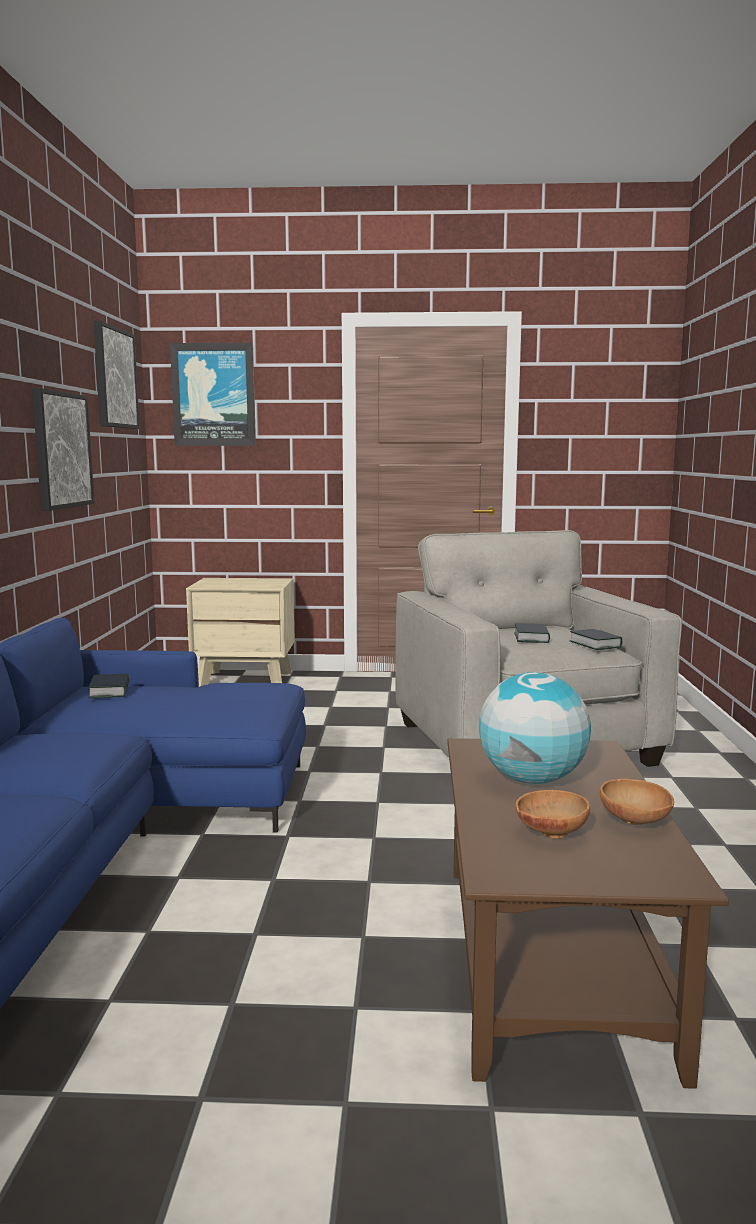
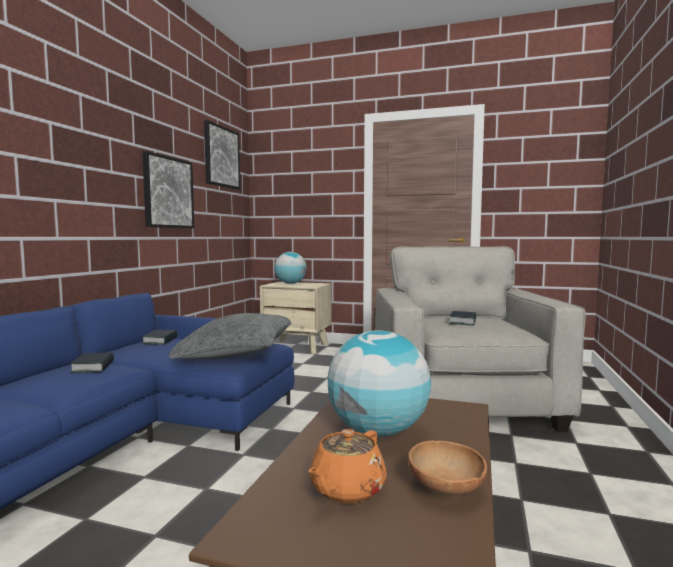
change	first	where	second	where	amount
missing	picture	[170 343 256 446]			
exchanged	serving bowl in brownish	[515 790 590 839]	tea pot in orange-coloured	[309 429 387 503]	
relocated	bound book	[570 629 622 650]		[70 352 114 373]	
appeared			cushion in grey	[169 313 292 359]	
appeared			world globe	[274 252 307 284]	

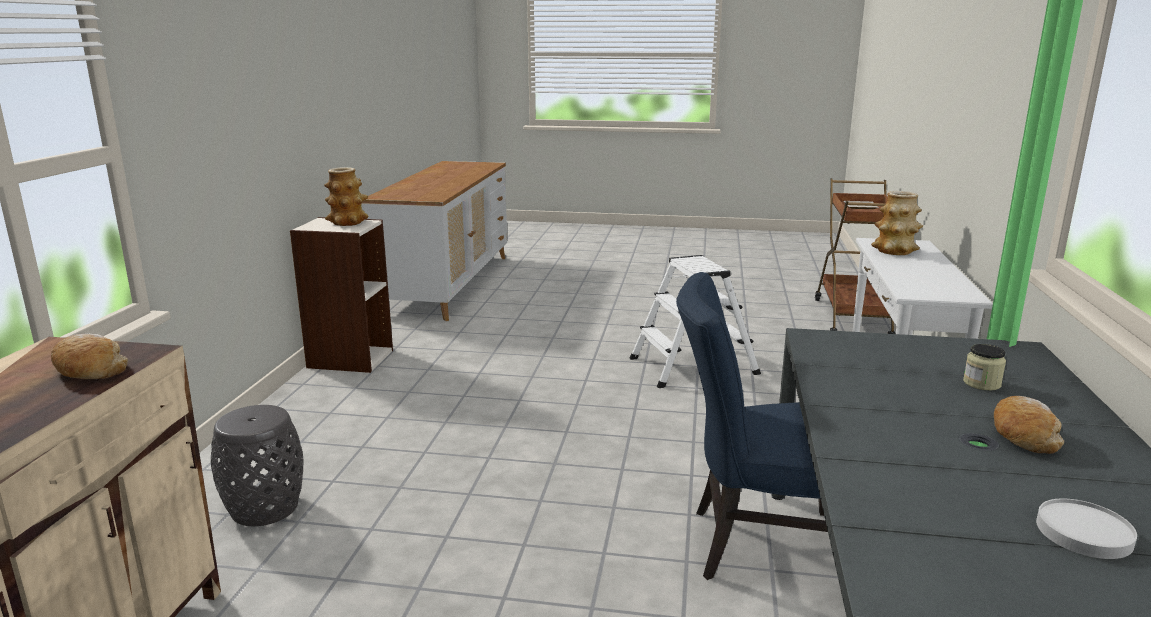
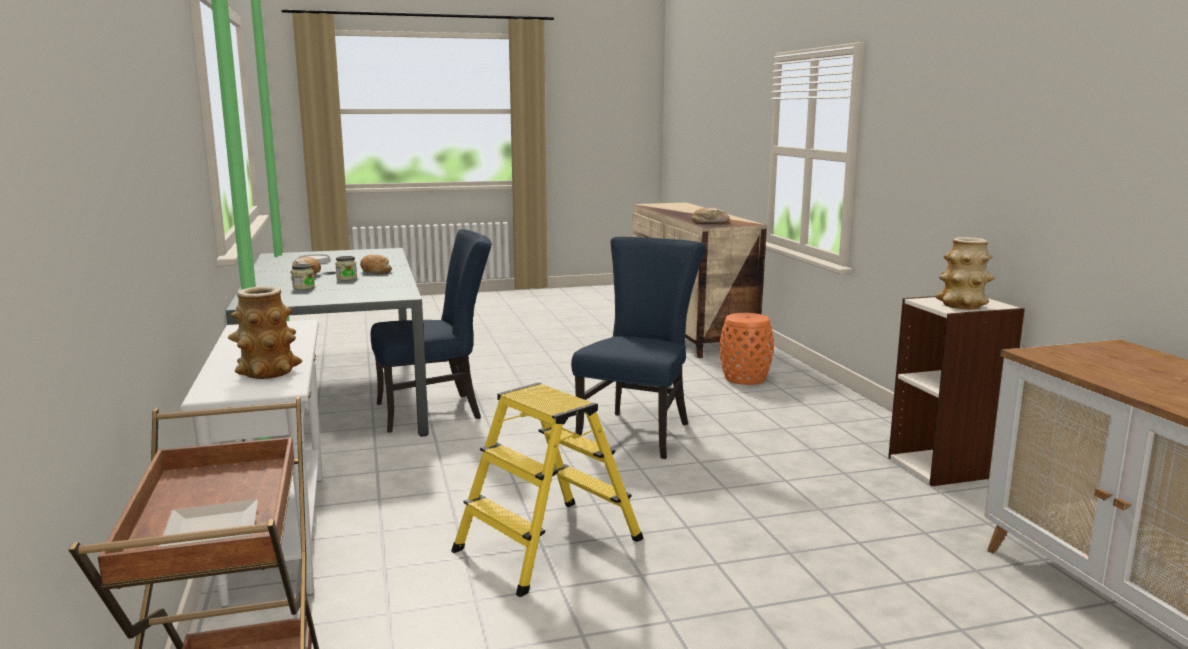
change	first	where	second	where	amount
colour	stool seat in grey	[211 405 303 526]	stool seat in orange-coloured	[719 313 774 385]	
colour	stepladder in white-coloured	[629 255 761 388]	stepladder in yellow-coloured	[451 382 644 597]	
appeared			jar	[335 256 357 280]	
appeared			bread	[360 254 392 274]	
appeared			upright chair in blue-coloured	[571 237 705 459]	

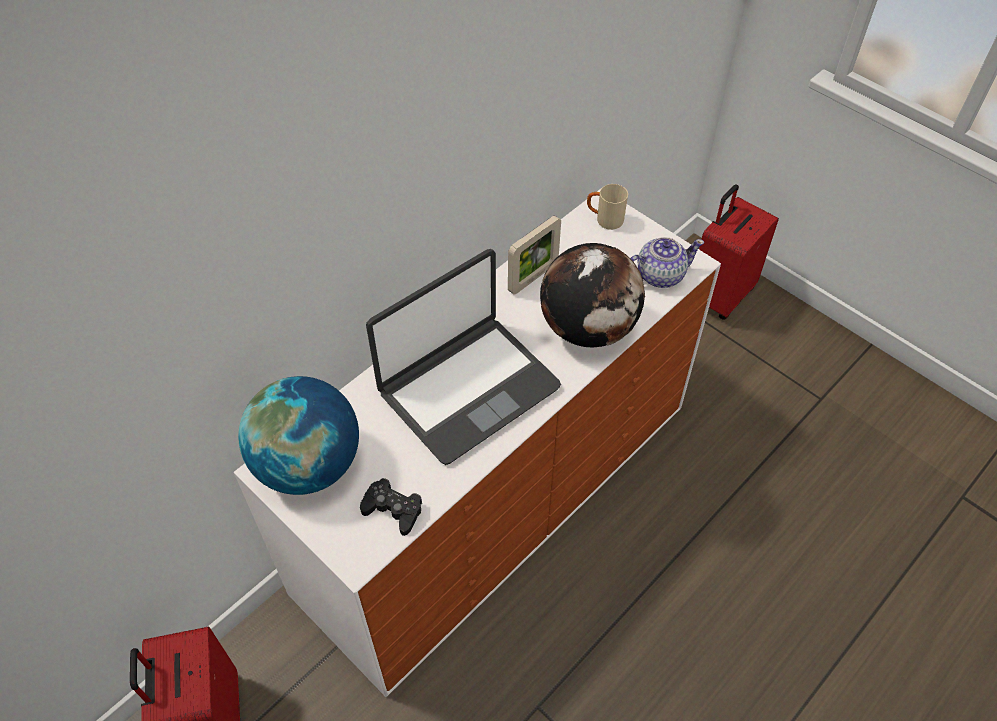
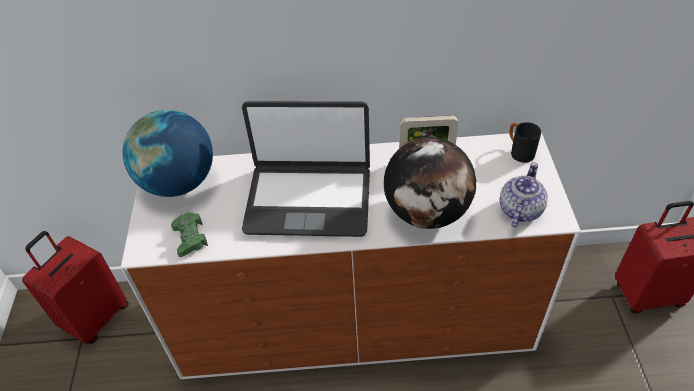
change	first	where	second	where	amount
colour	game controller in black-coloured	[360 478 422 536]	game controller in green-coloured	[171 212 208 257]	
colour	tea mug in beige	[587 184 628 230]	tea mug in black-coloured	[509 122 541 163]	
spun	tea pot	[630 237 704 288]		[500 162 548 227]	90 degrees counterclockwise

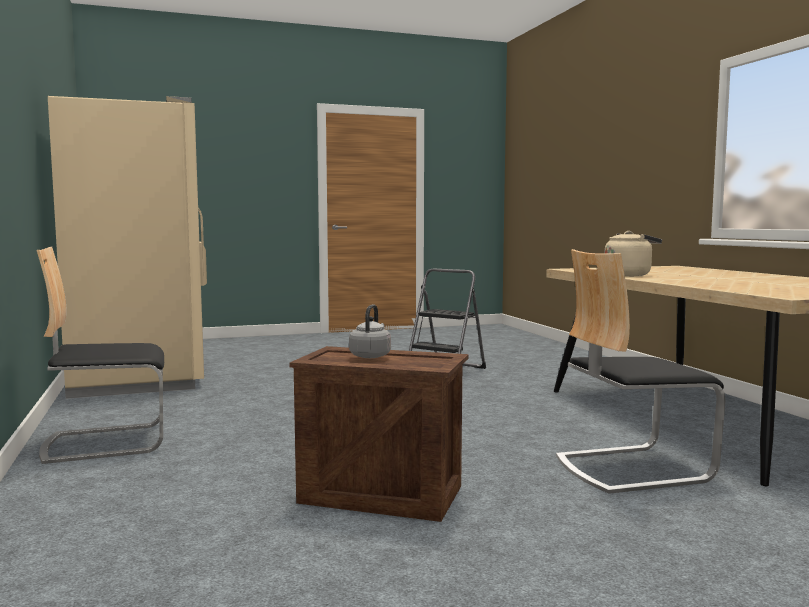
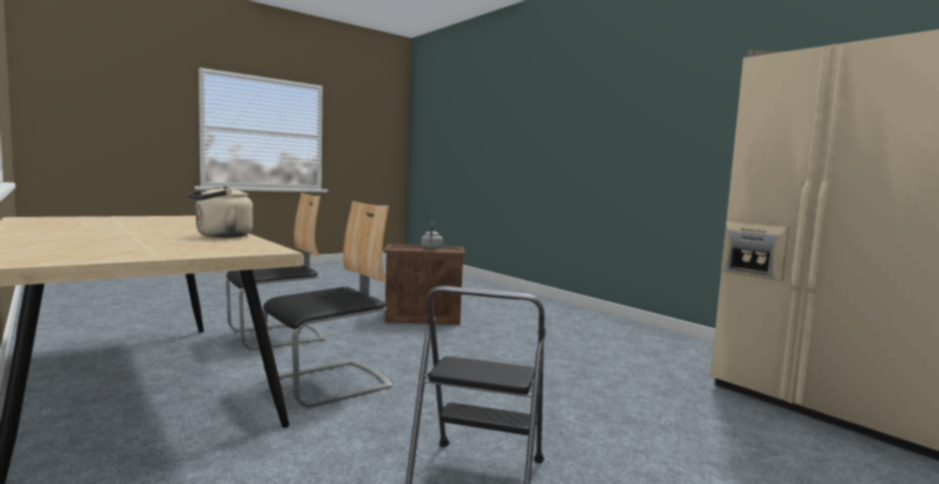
change	first	where	second	where	amount
relocated	upright chair	[37 247 164 464]		[263 201 392 408]	

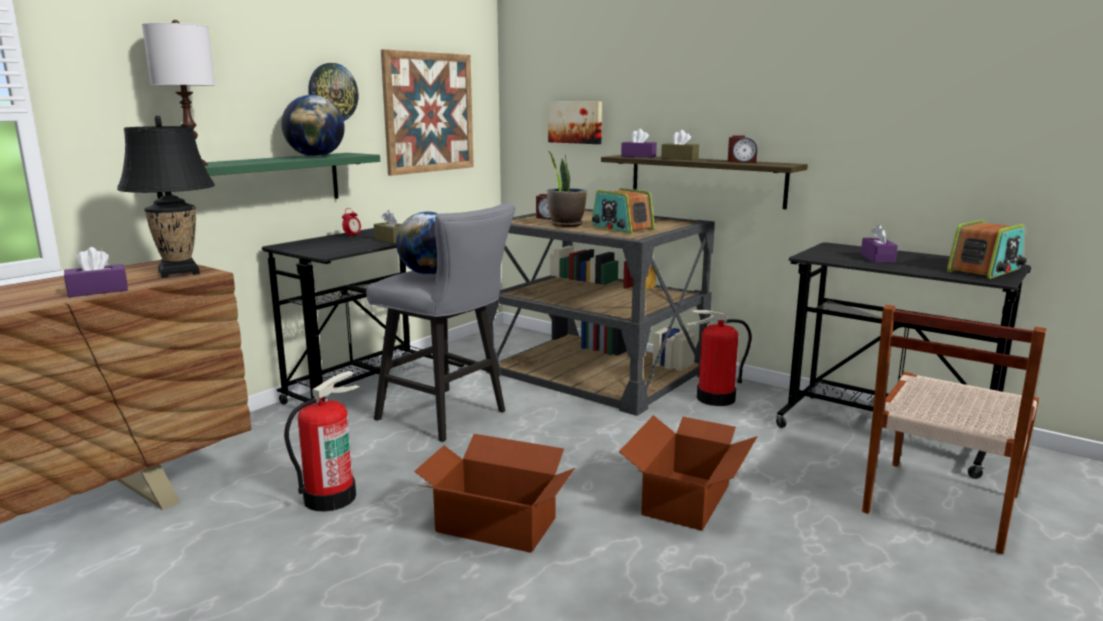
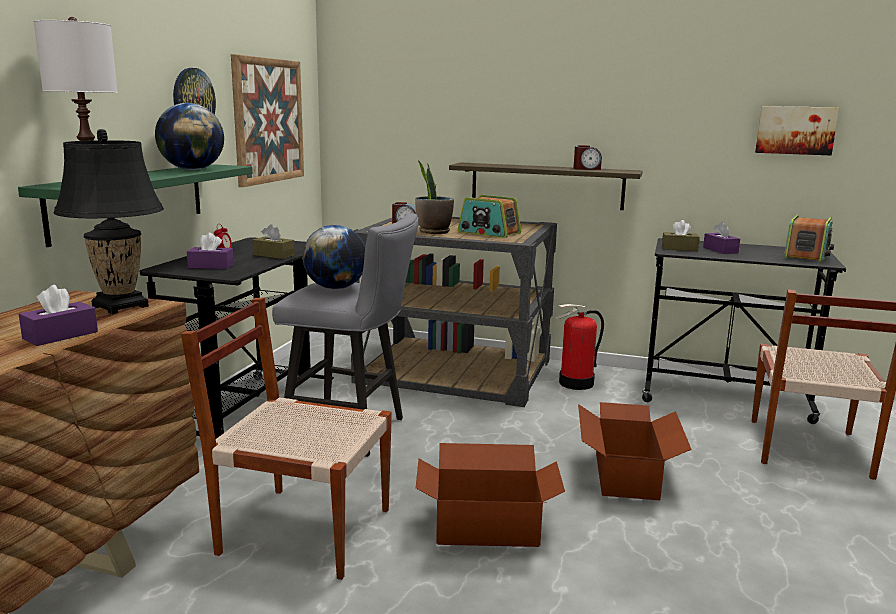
change	first	where	second	where	amount
exchanged	fire extinguisher	[284 371 360 512]	upright chair	[181 298 391 580]	
relocated	picture	[548 101 602 144]		[755 106 839 156]	
relocated	tissue box in purple-coloured	[621 129 657 158]		[187 233 234 269]	
relocated	tissue box in brownish	[661 130 699 160]		[662 220 700 251]	

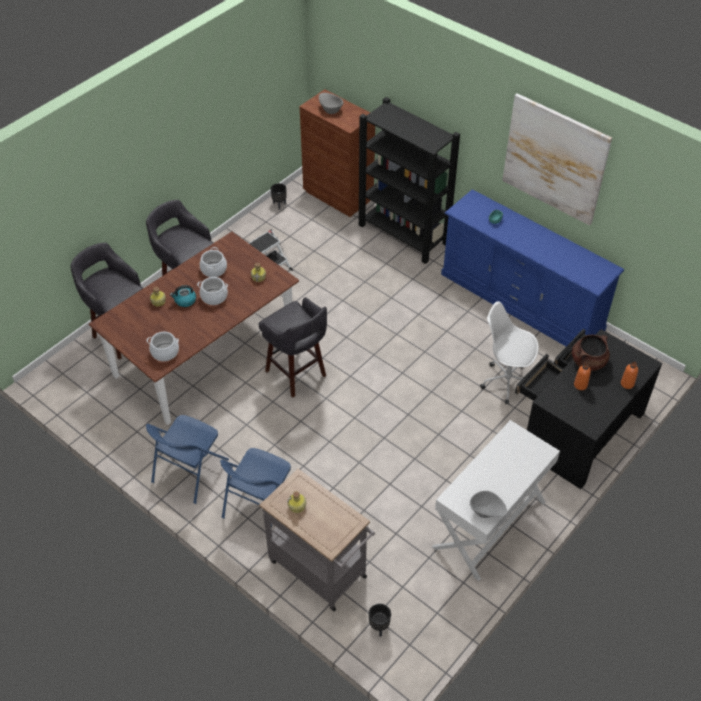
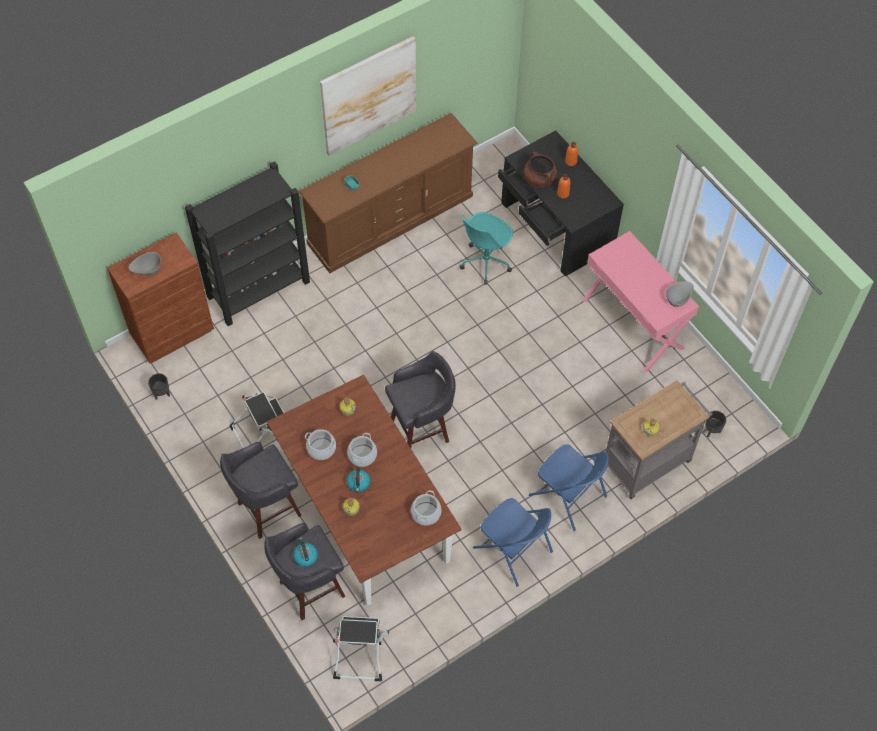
change	first	where	second	where	amount
colour	hall table in white-coloured	[432 420 560 581]	hall table in pink-coloured	[582 231 699 372]	
colour	storage cabinet in blue-coloured	[441 189 624 346]	storage cabinet in brownish	[299 113 477 273]	
colour	office chair in white-coloured	[480 301 539 404]	office chair in turquoise-coloured	[459 212 513 284]	
appeared			kettle	[293 537 318 567]	
appeared			stepladder	[333 616 389 681]	

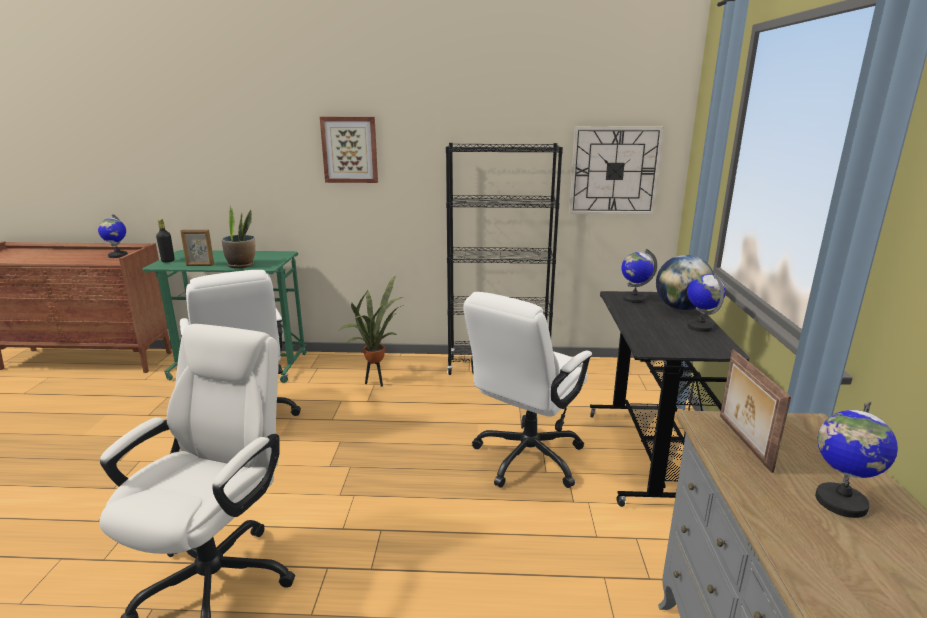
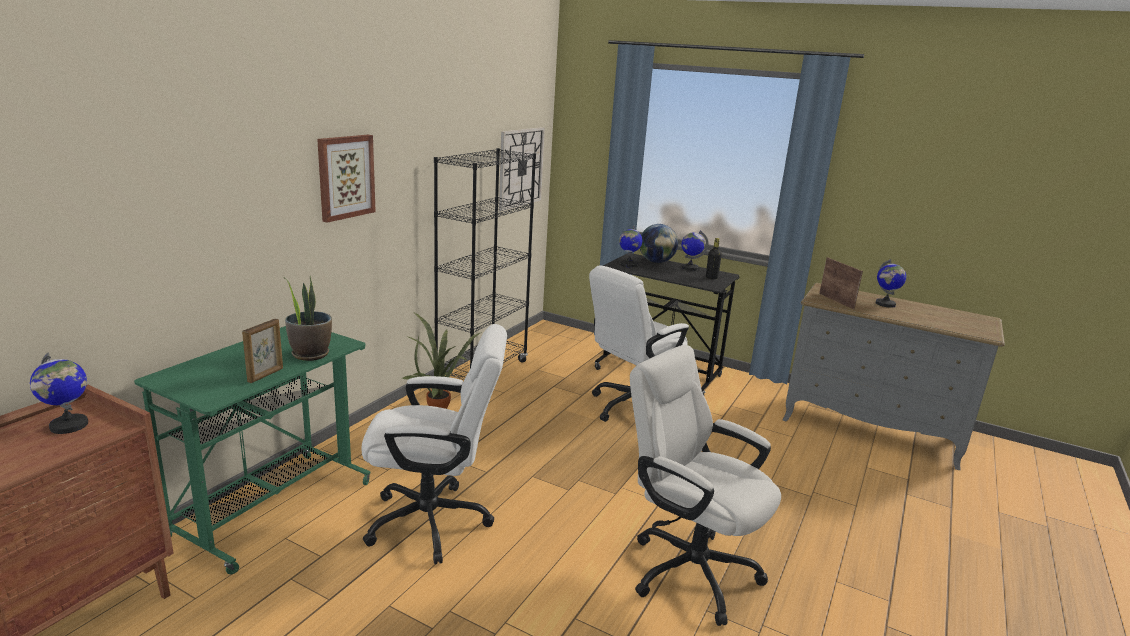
change	first	where	second	where	amount
relocated	beverage bottle in black-coloured	[156 219 175 263]		[706 238 722 279]	
spun	office chair in white-coloured	[463 292 592 488]		[589 265 689 422]	75 degrees clockwise
spun	picture frame	[720 349 791 473]		[819 257 863 309]	135 degrees counterclockwise

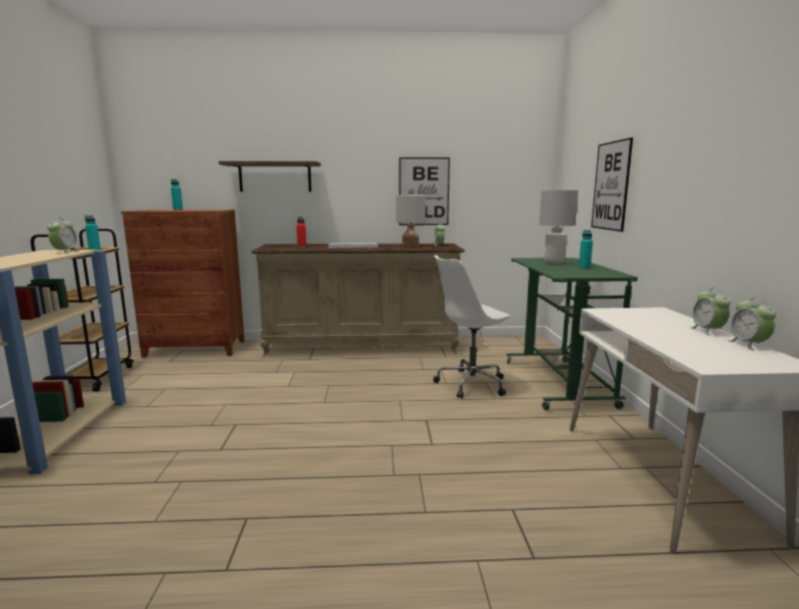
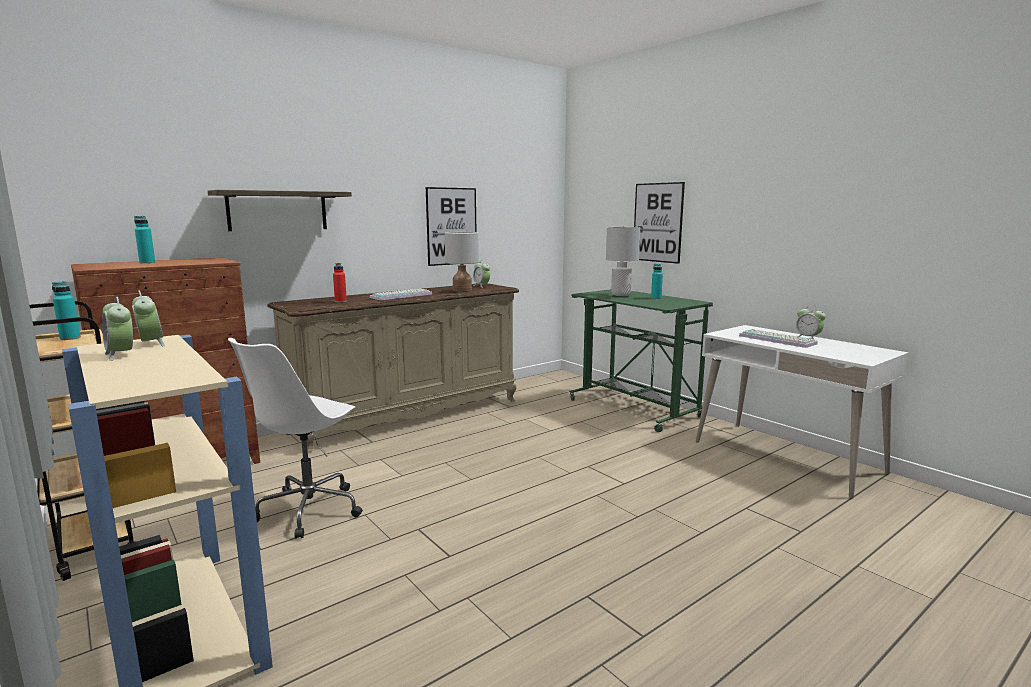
change	first	where	second	where	amount
relocated	office chair in white-coloured	[433 255 511 398]		[228 338 363 539]	
relocated	table clock	[728 297 776 350]		[102 297 133 361]	
appeared			PC keyboard	[739 329 818 348]	

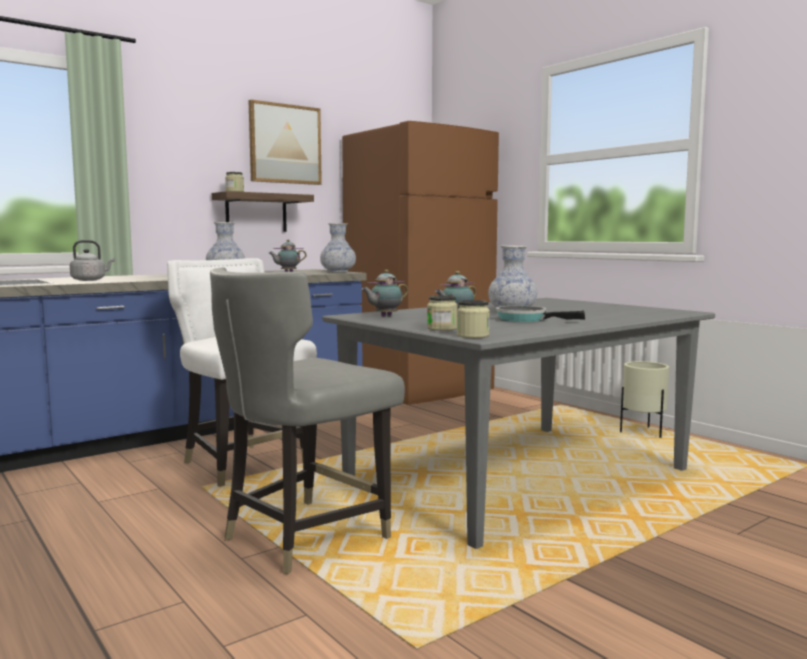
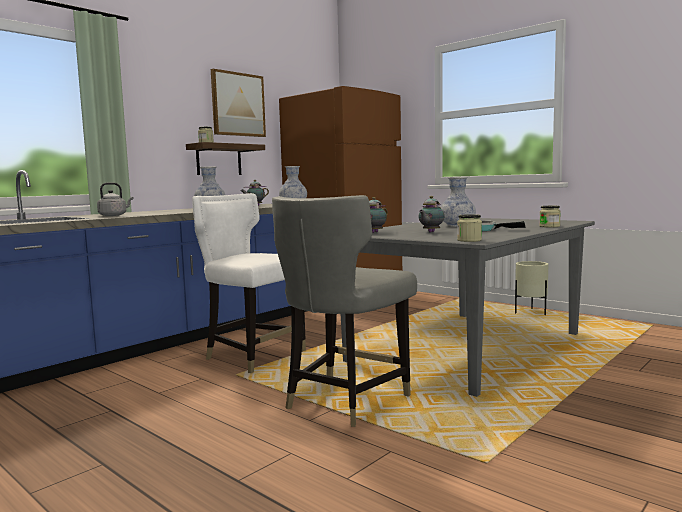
change	first	where	second	where	amount
relocated	jar	[427 296 458 331]		[539 206 561 228]	

